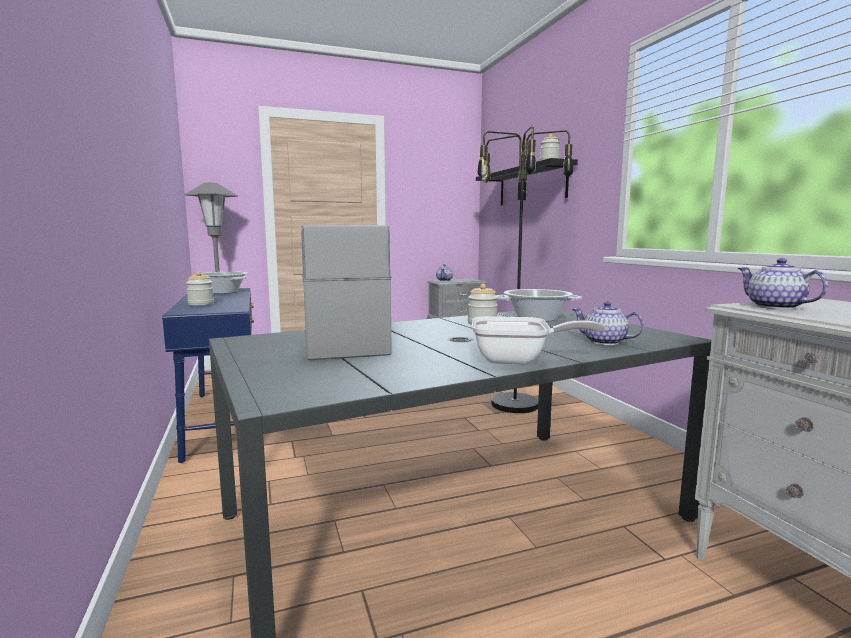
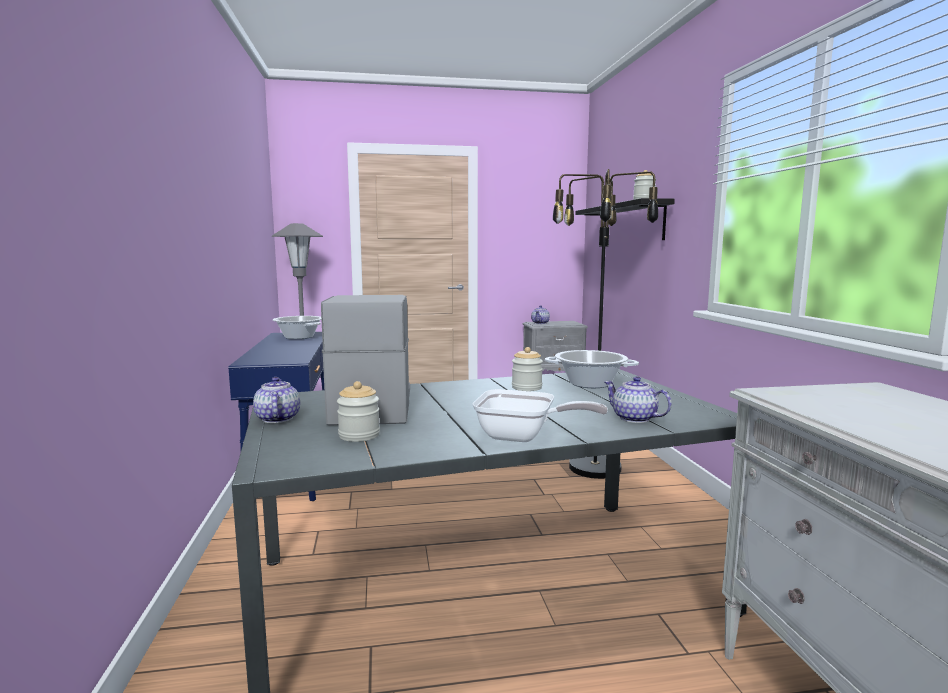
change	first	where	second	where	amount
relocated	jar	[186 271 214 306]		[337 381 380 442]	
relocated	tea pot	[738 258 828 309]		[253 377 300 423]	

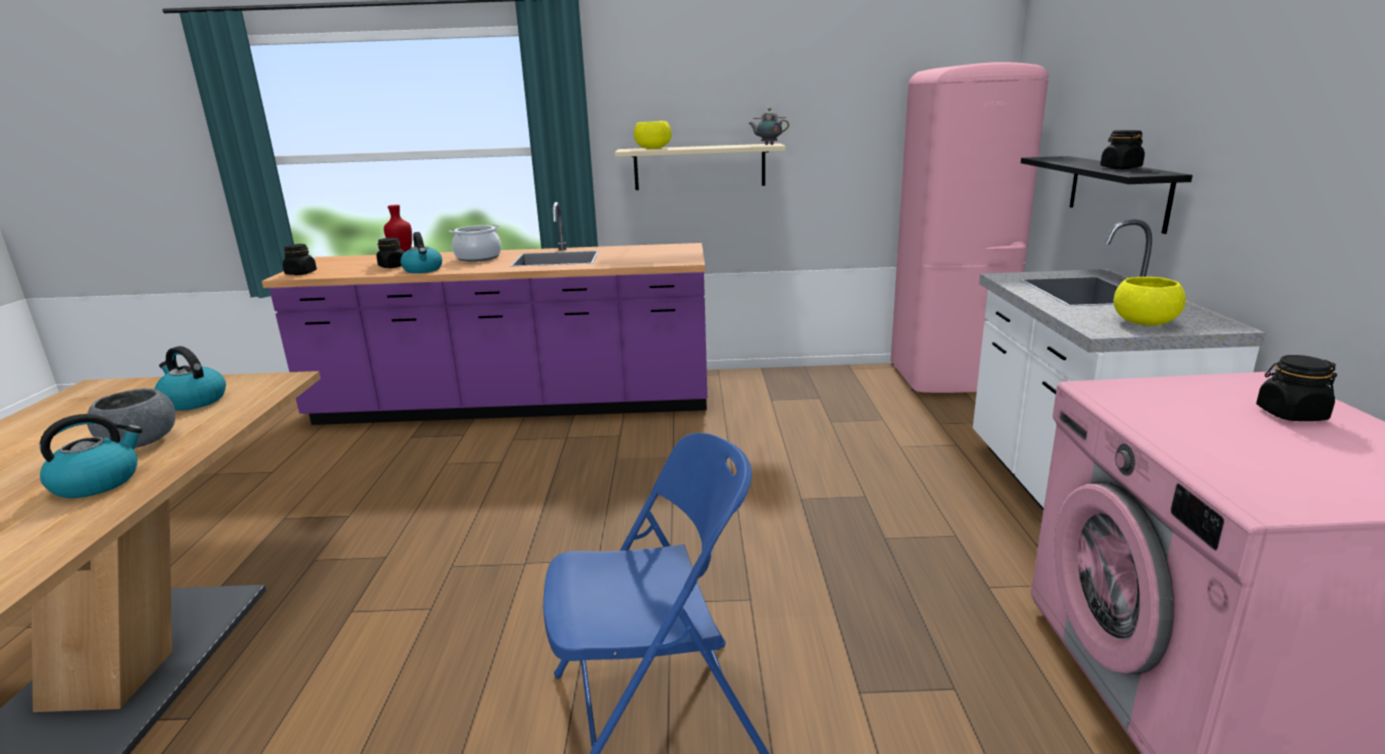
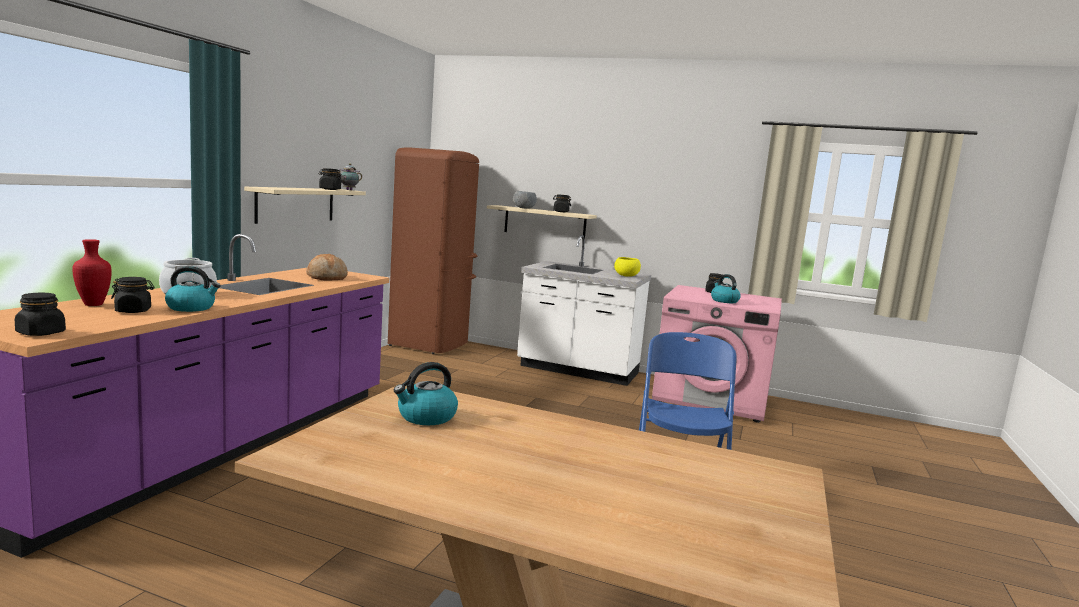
change	first	where	second	where	amount
relocated	kettle	[39 414 142 498]		[711 274 741 303]	
relocated	serving bowl in grey	[87 388 175 448]		[513 191 537 208]	
missing	serving bowl in yellow-coloured	[634 121 672 149]			
colour	refrigerator in pink-coloured	[891 62 1049 393]	refrigerator in brownish	[388 147 479 354]	
colour	bracket shelf in black-coloured	[1021 156 1193 234]	bracket shelf in beige	[487 205 597 238]	
appeared			bread	[306 254 348 281]	
appeared			jar in black-coloured	[318 168 342 190]	

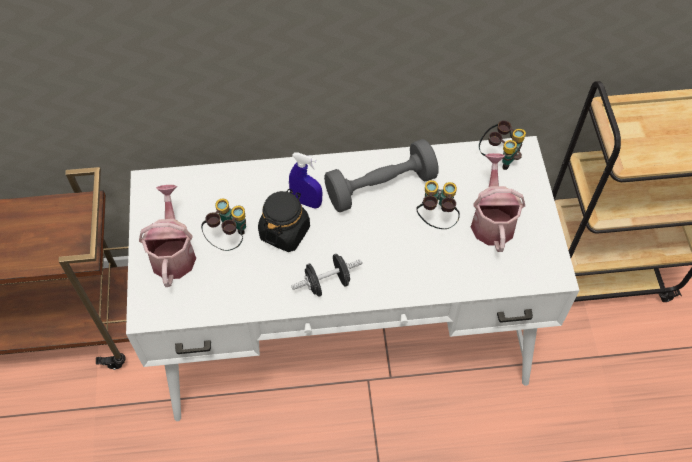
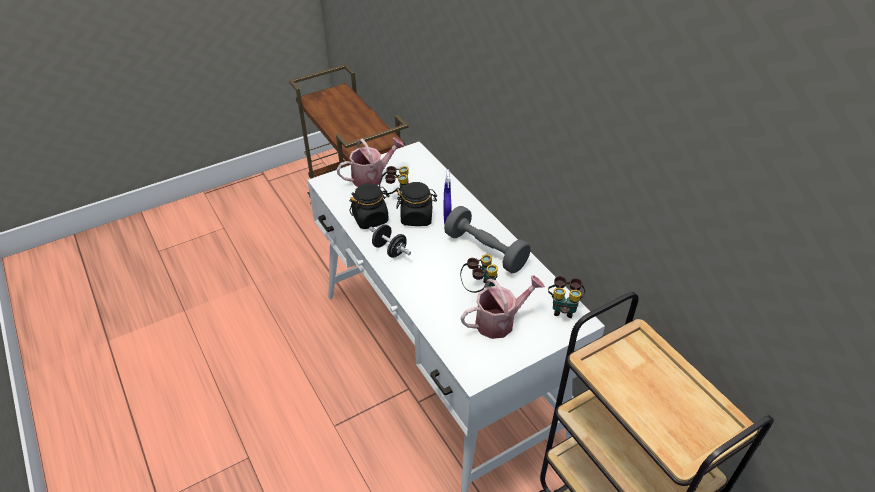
change	first	where	second	where	amount
appeared			jar in black-coloured	[349 183 390 229]	

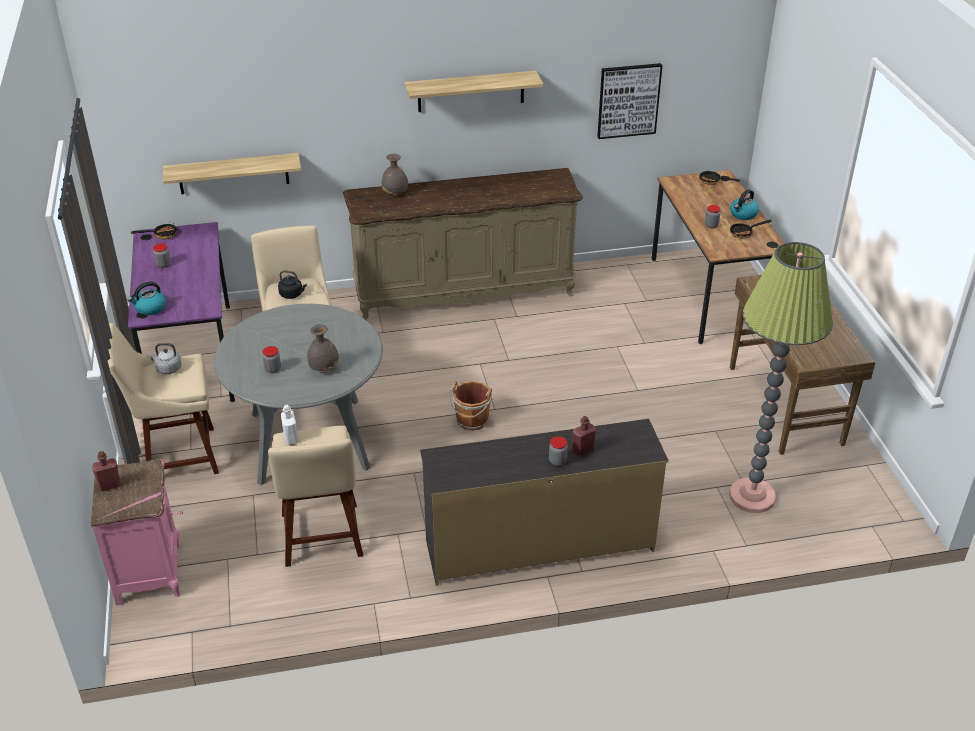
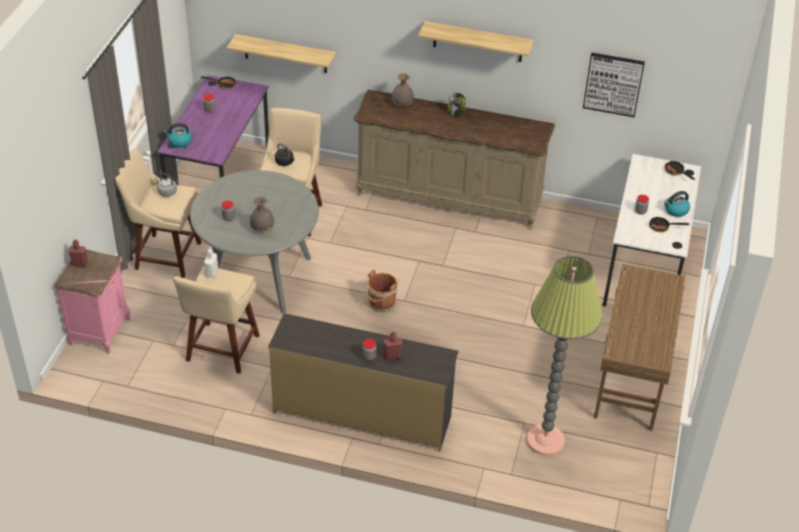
change	first	where	second	where	amount
colour	desk in brownish	[652 170 784 344]	desk in white-coloured	[602 154 701 306]	
appeared			jar	[448 92 465 117]	

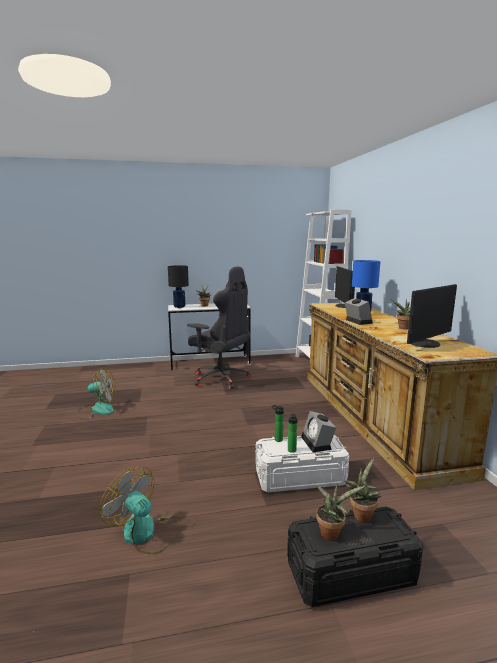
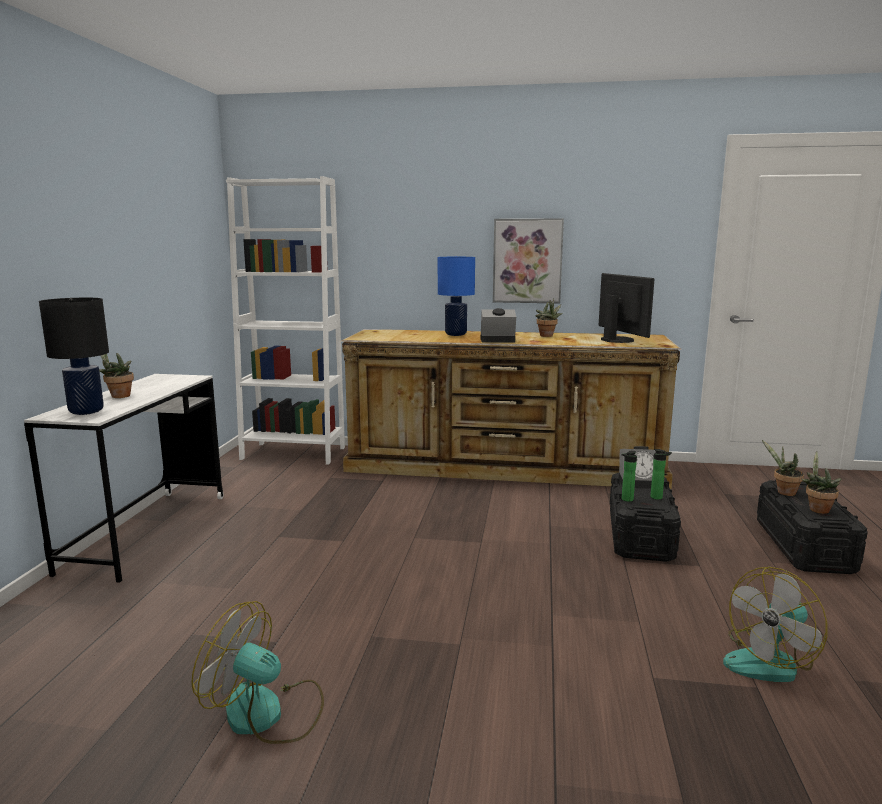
change	first	where	second	where	amount
spun	fan	[77 368 116 419]		[191 601 324 744]	90 degrees counterclockwise
missing	office chair in black-coloured	[187 267 251 389]			
colour	storage container in white-coloured	[255 435 349 492]	storage container in black-coloured	[610 473 681 562]	
missing	computer screen	[335 266 355 308]			
appeared			picture	[493 218 564 303]	

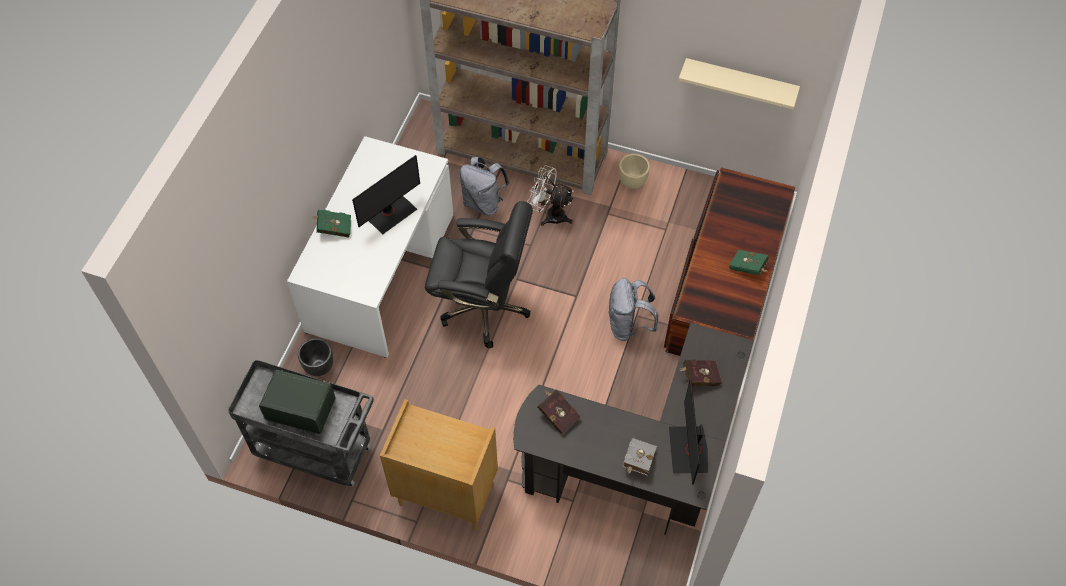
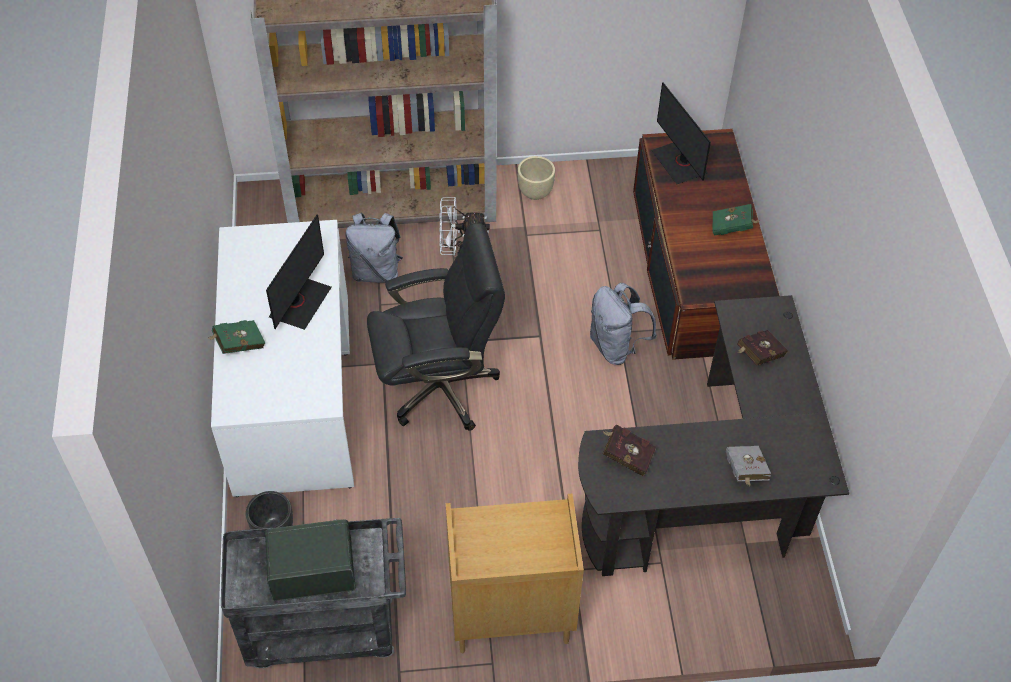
change	first	where	second	where	amount
relocated	computer screen	[669 379 708 485]		[651 82 711 184]	
missing	bracket shelf in beige	[679 58 800 109]			

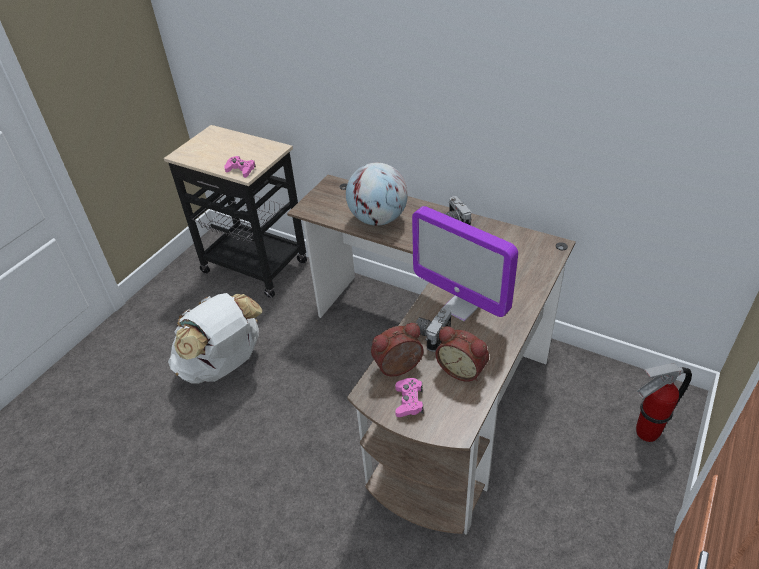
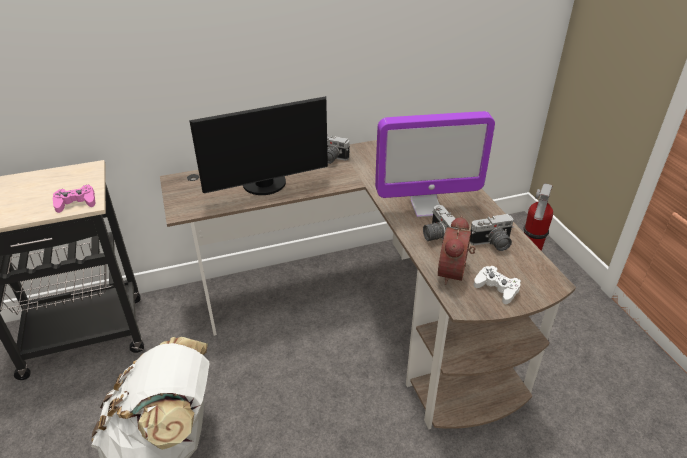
change	first	where	second	where	amount
exchanged	world globe	[346 163 408 226]	computer screen	[189 96 328 195]	
colour	game controller in pink-coloured	[395 378 423 417]	game controller in white-coloured	[474 266 521 304]	
exchanged	table clock	[436 326 489 382]	photo camera	[470 214 514 251]	

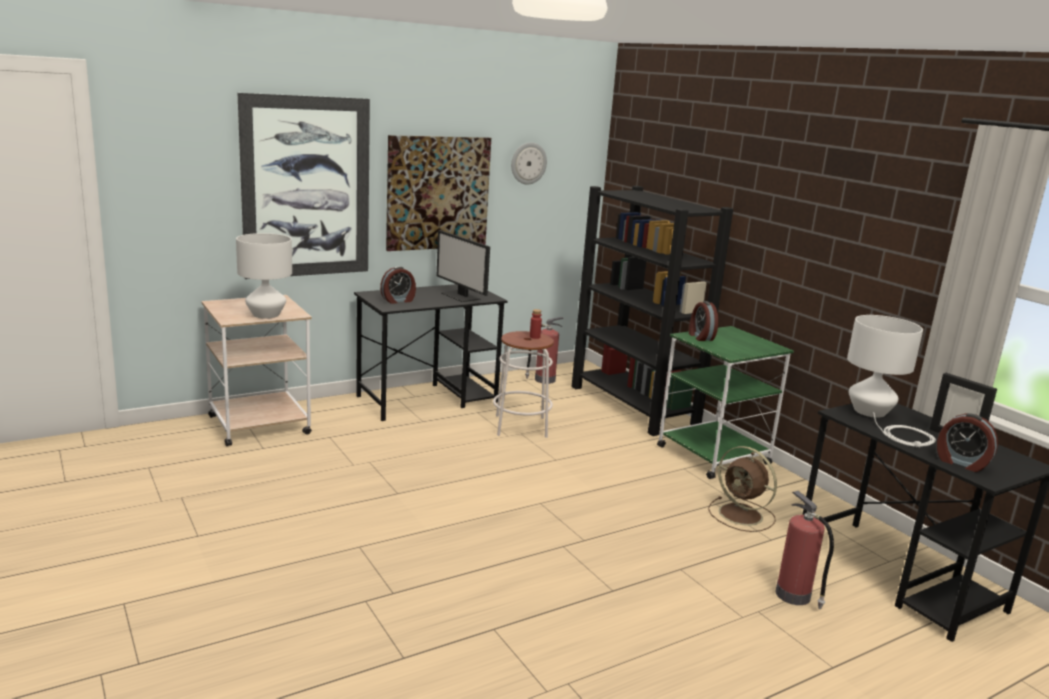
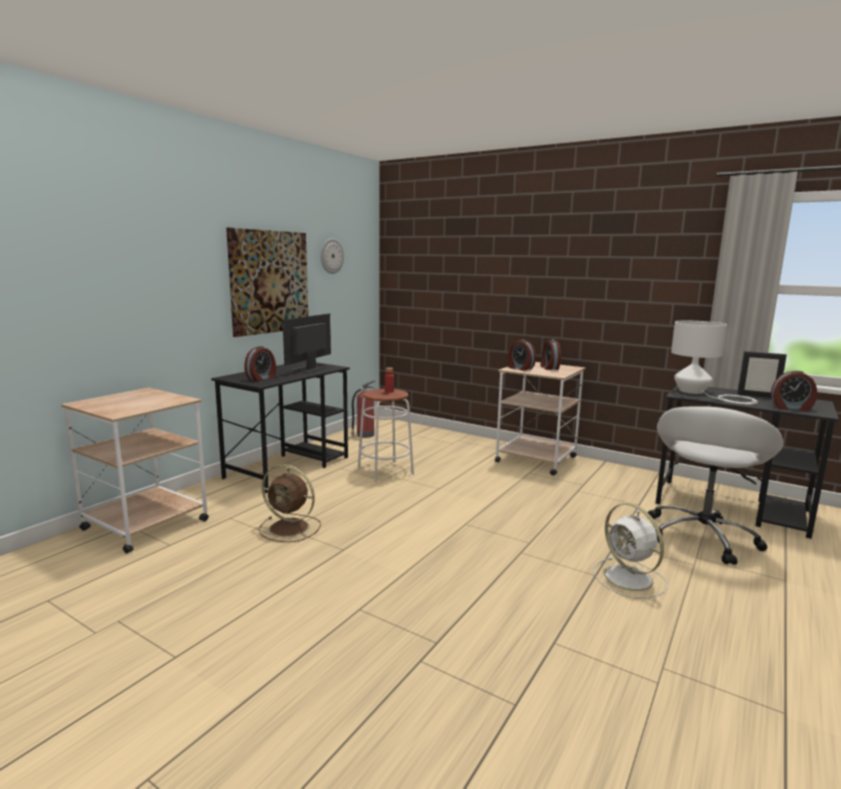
change	first	where	second	where	amount
missing	tabletop lamp in white-coloured	[236 233 292 319]			
missing	picture	[237 93 370 279]			
spun	computer screen	[437 230 490 302]		[283 314 331 373]	90 degrees clockwise
missing	bookshelf in black-coloured	[571 186 733 436]			
colour	cart in green-coloured	[657 326 794 479]	cart in beige	[495 362 585 476]	
relocated	fan in brownish	[708 446 777 532]		[259 464 321 542]	
exchanged	fire extinguisher	[776 491 834 609]	office chair in white-coloured	[648 406 783 565]	
appeared			table clock	[540 339 561 370]	
appeared			fan in white-coloured	[593 503 668 599]	

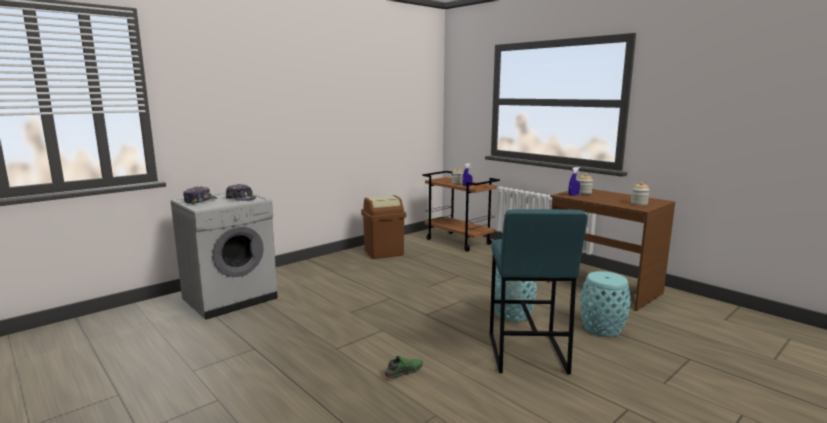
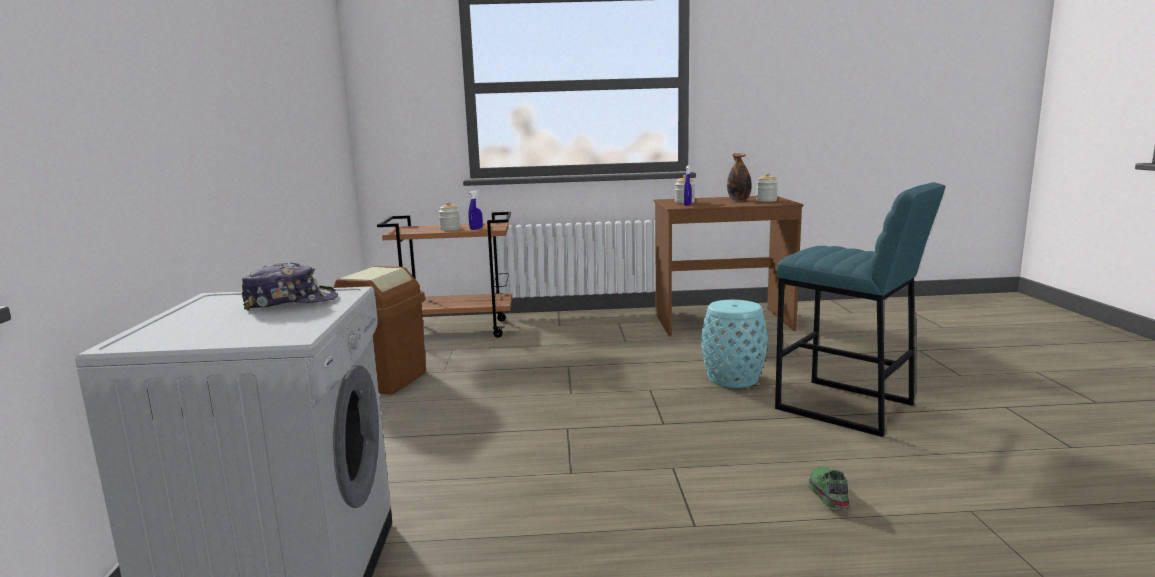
change	first	where	second	where	amount
missing	peaked cap	[183 186 217 204]			
missing	stool seat in turquoise-coloured	[580 271 630 337]			
appeared			beverage bottle	[727 153 752 201]	

